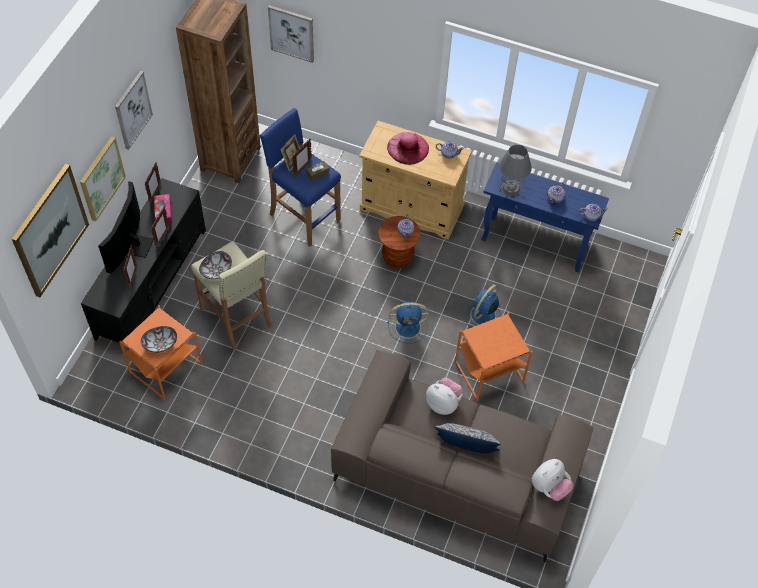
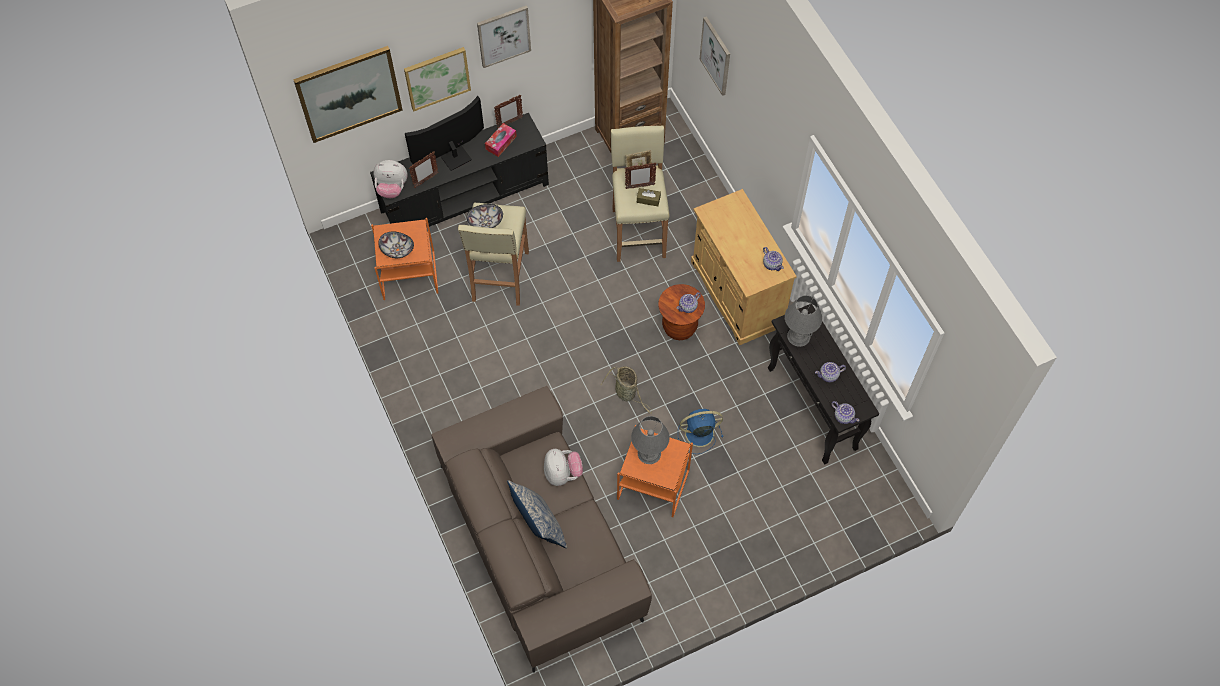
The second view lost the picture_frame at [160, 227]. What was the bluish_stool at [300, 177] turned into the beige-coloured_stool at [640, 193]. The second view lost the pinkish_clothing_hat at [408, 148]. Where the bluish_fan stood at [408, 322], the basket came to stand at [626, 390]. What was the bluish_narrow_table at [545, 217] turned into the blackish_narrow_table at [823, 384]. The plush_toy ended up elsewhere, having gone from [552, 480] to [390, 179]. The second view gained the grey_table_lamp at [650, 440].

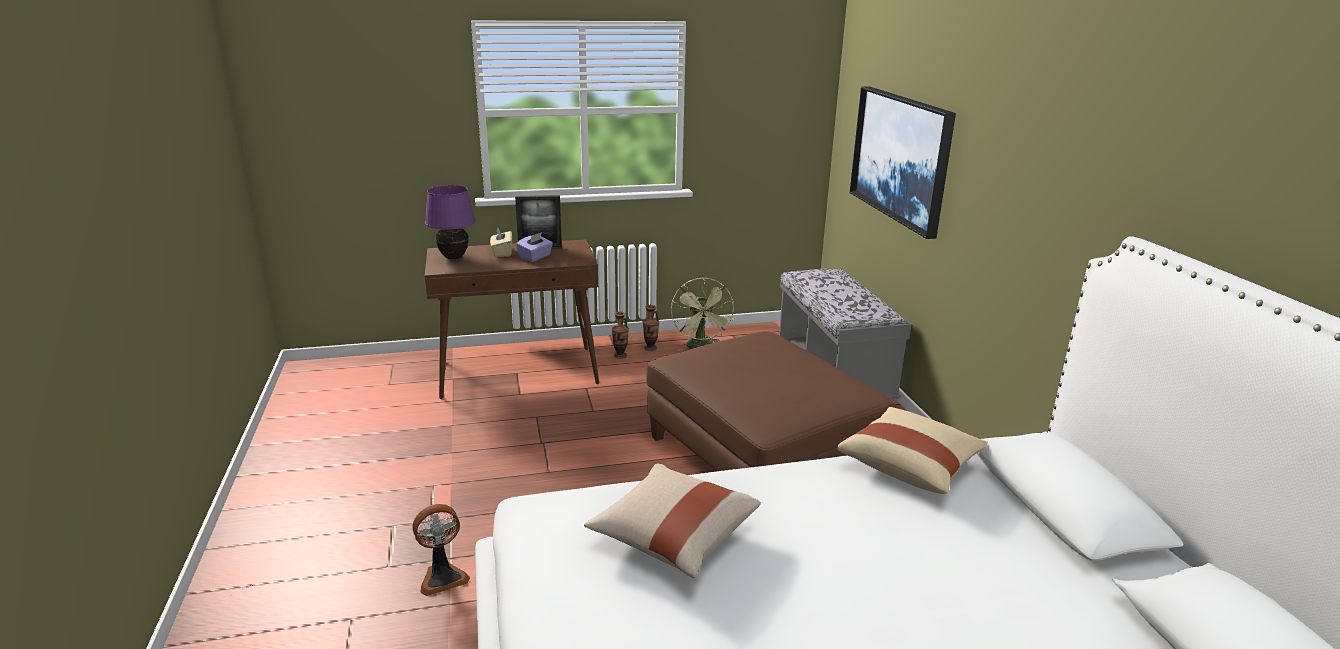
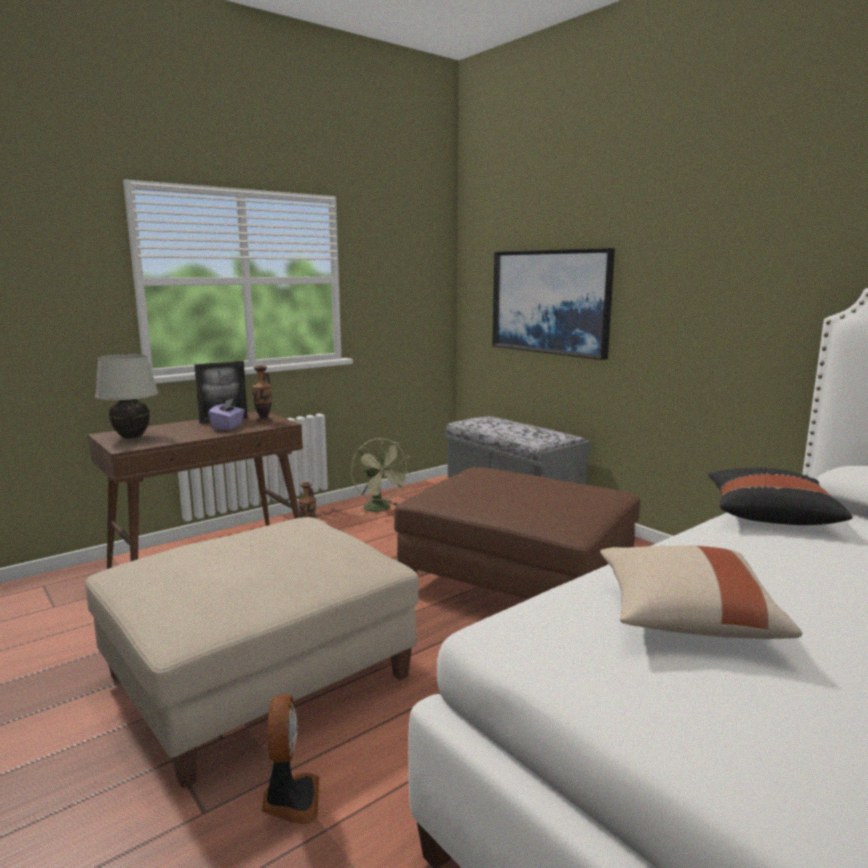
The fan at [441, 550] ended up facing another way, 45 degrees counterclockwise from before. What was the purplish_table_lamp at [450, 222] turned into the white-coloured_table_lamp at [126, 396]. The second view lost the beige-coloured_box_of_tissues at [501, 242]. The flower_vase ended up elsewhere, having gone from [651, 328] to [262, 394]. What was the beige-coloured_pillow at [912, 450] turned into the blackish_pillow at [780, 496]. The second view gained the beige-coloured_ottoman at [252, 653].

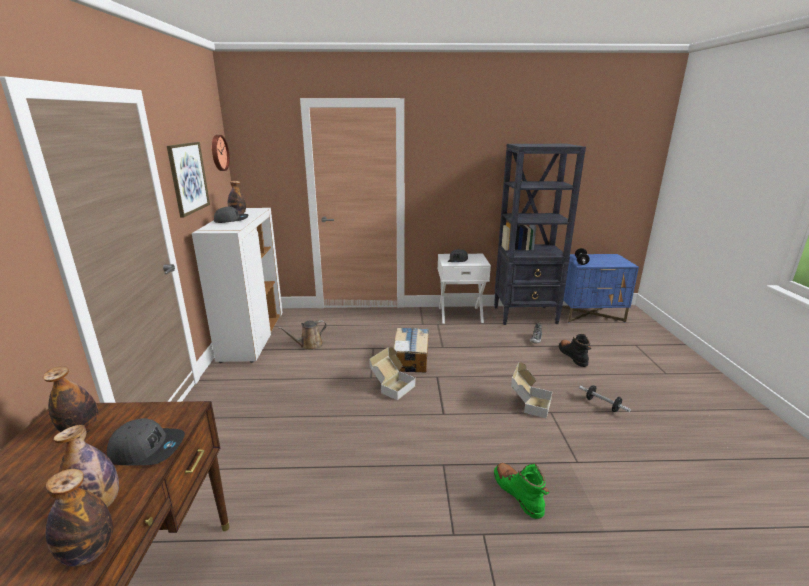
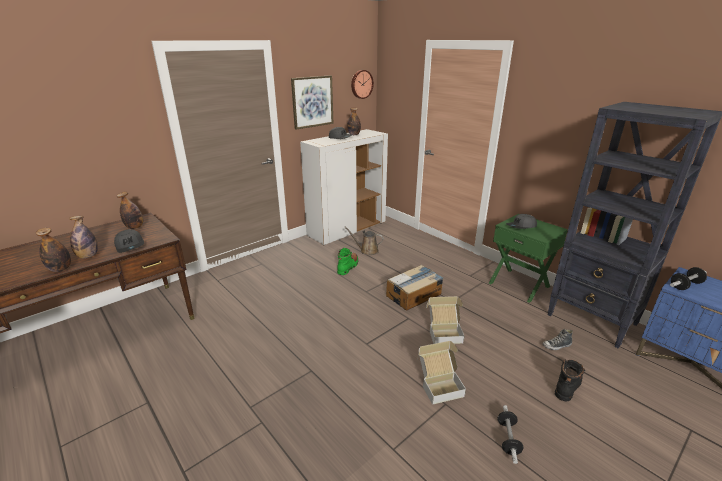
The packing_box ended up elsewhere, having gone from [392, 373] to [445, 320]. What was the white-coloured_bedside_table at [464, 288] turned into the green-coloured_bedside_table at [528, 258]. The green-coloured_tall_boot ended up elsewhere, having gone from [521, 491] to [347, 261].

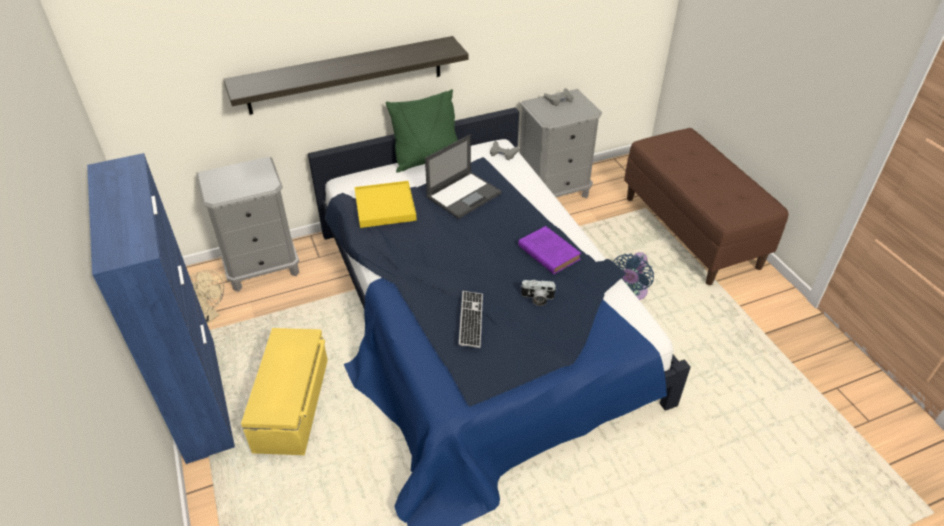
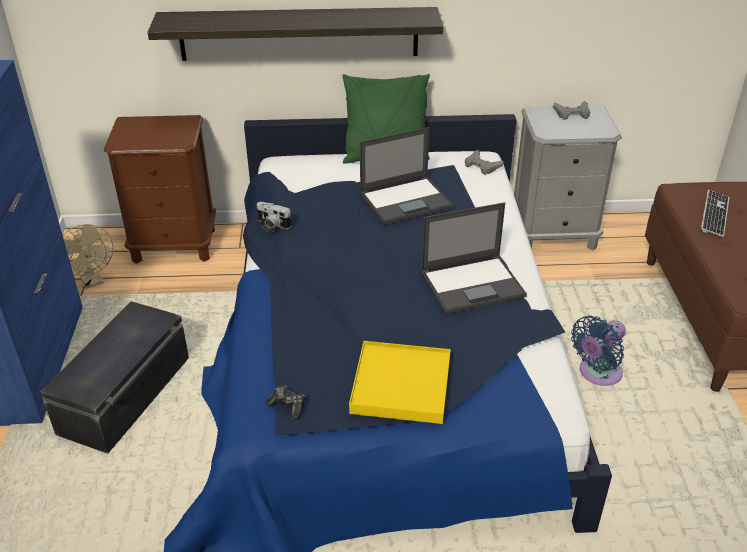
What was the grey_bedside_table at [247, 224] turned into the brown_bedside_table at [159, 189]. What was the yellow_storage_box at [284, 391] turned into the blackish_storage_box at [114, 377]. The yellow_serving_tray ended up elsewhere, having gone from [385, 204] to [400, 382]. The PC_keyboard ended up elsewhere, having gone from [471, 319] to [715, 213]. Where the purplish_volume stood at [549, 250], the laptop came to stand at [474, 258]. The still_camera ended up elsewhere, having gone from [539, 293] to [274, 217]. The second view gained the joypad at [285, 403].

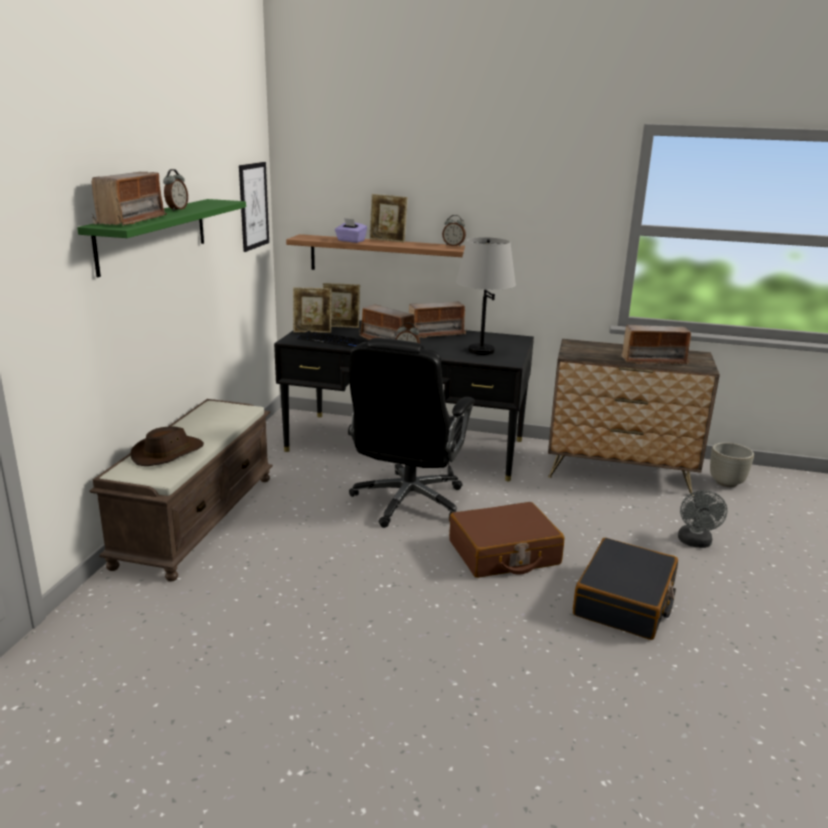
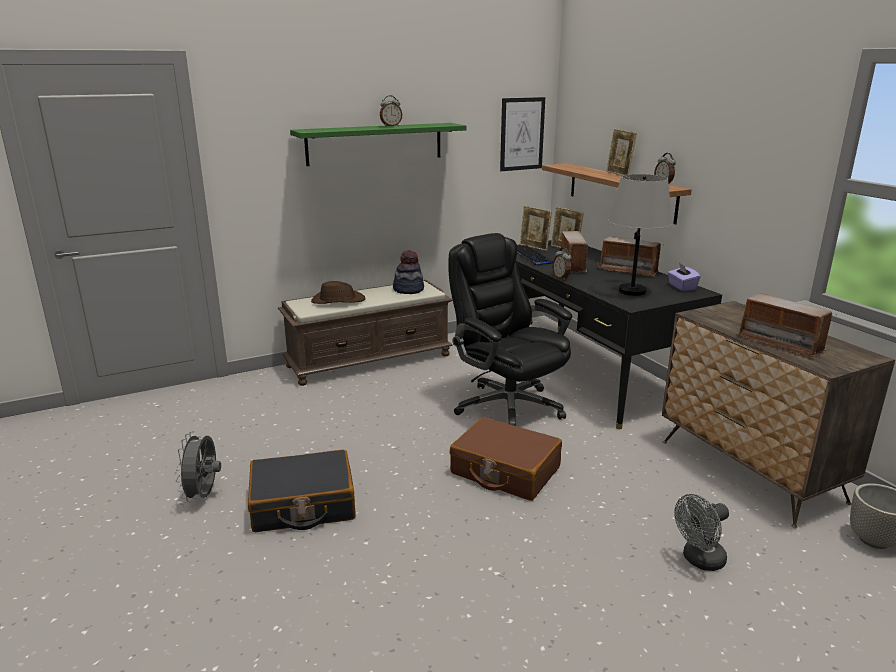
The second view lost the radio at [129, 199]. The purplish_box_of_tissues ended up elsewhere, having gone from [351, 230] to [684, 277]. The blackish_desk_chair at [411, 433] ended up facing another way, 75 degrees clockwise from before. The blackish_travel_case ended up elsewhere, having gone from [625, 589] to [302, 491]. The second view gained the grey_fan at [198, 466]. The second view gained the clothing_hat at [408, 272].

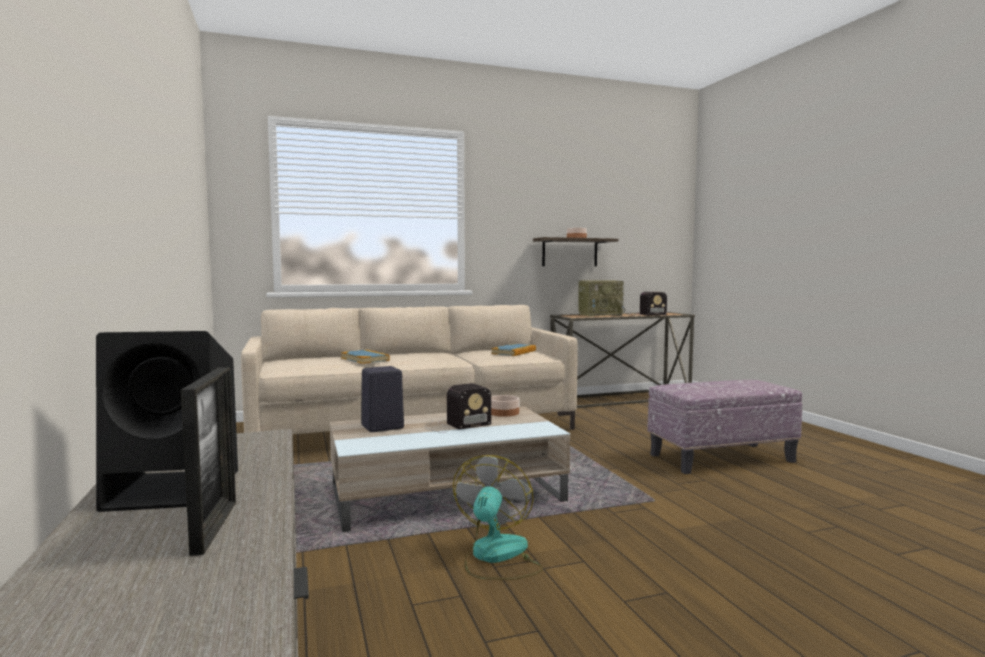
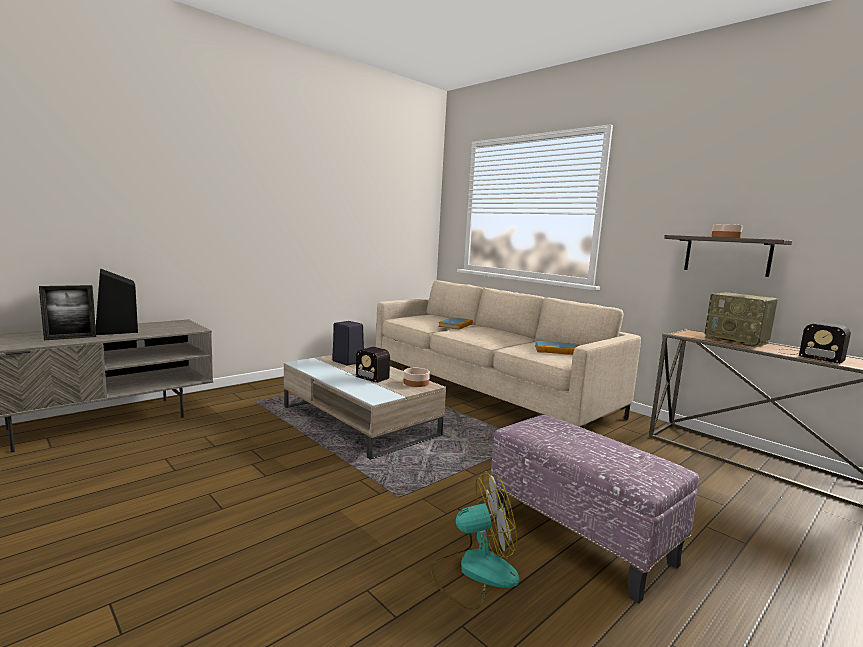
The fan ended up elsewhere, having gone from [498, 517] to [475, 540].

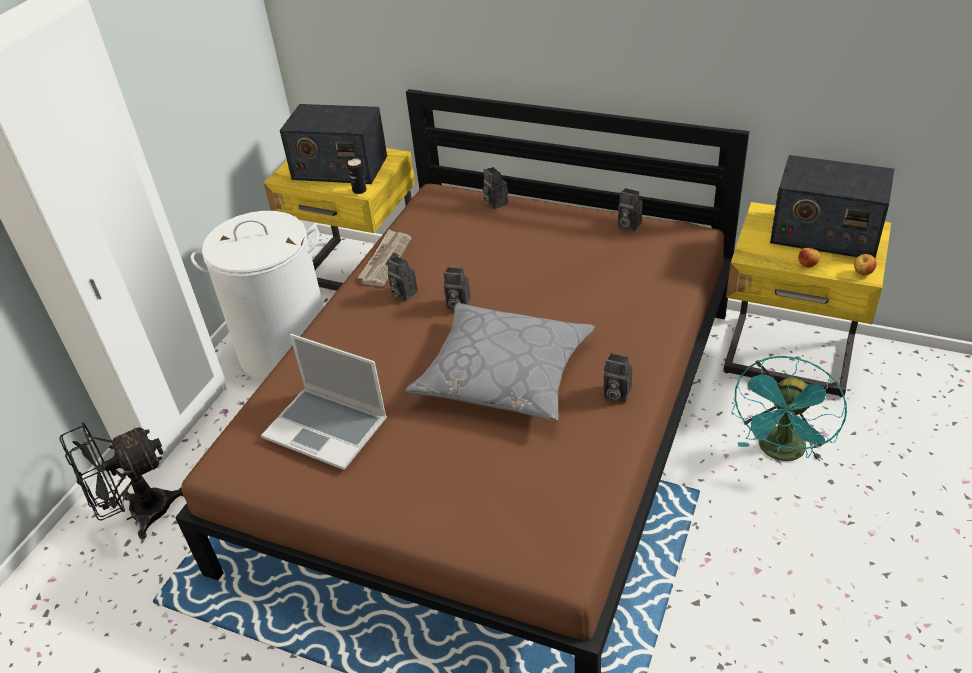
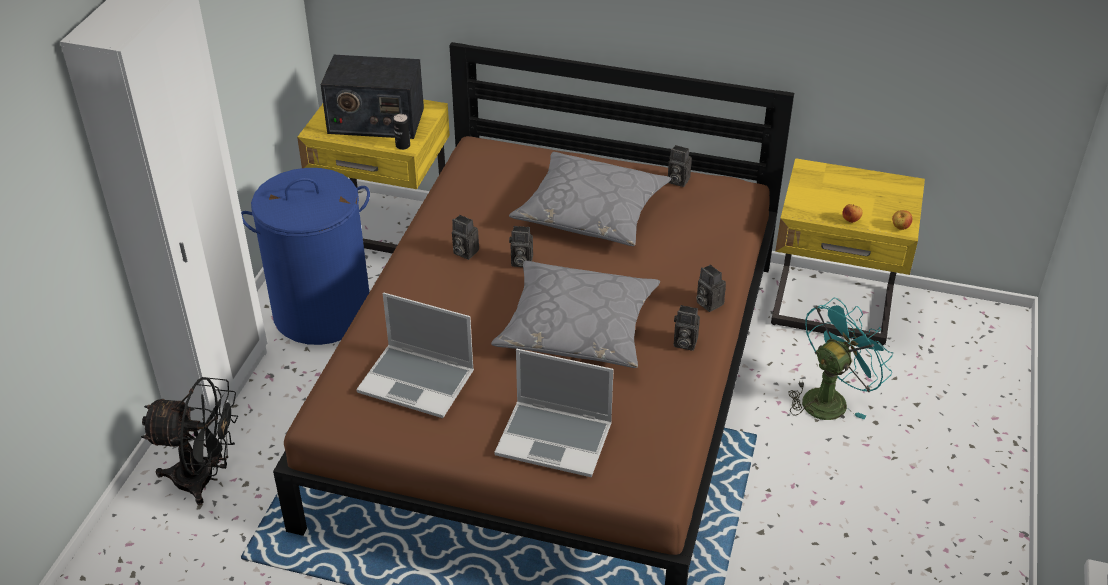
The blackish_fan at [121, 480] ended up facing another way, 135 degrees counterclockwise from before. What was the white-coloured_washing_basket at [257, 296] turned into the bluish_washing_basket at [305, 256]. The second view lost the daily_paper at [384, 258]. The still_camera ended up elsewhere, having gone from [495, 188] to [711, 288]. The turquoise_fan at [789, 408] ended up facing another way, 150 degrees counterclockwise from before. The second view lost the radio at [832, 206]. The second view gained the laptop at [554, 413]. The second view gained the grey_pillow at [590, 199].

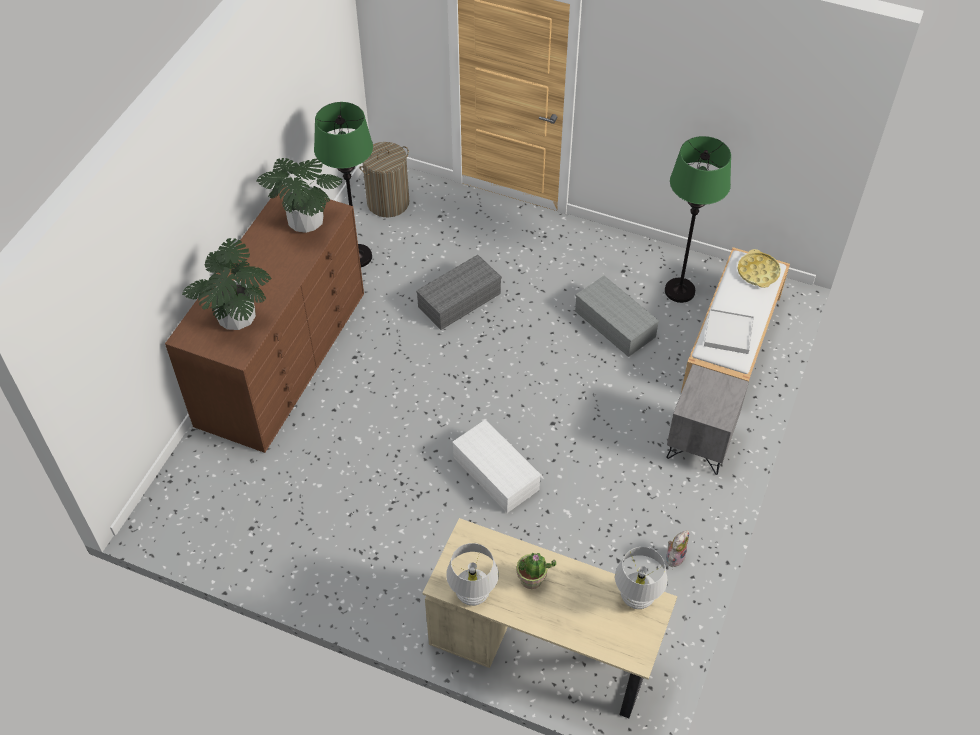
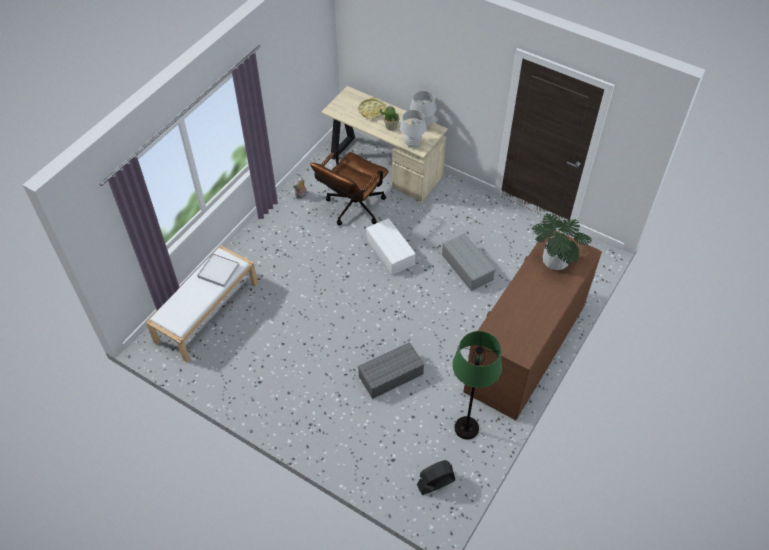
The second view lost the plant_in_a_pot at [299, 195]. Where the washing_basket stood at [384, 179], the blackish_fan came to stand at [436, 477]. The grey_storage_box ended up elsewhere, having gone from [617, 316] to [469, 262]. The white-coloured_table_lamp ended up elsewhere, having gone from [641, 578] to [413, 128]. The second view lost the green-coloured_floor_lamp at [698, 219]. The second view lost the grey_bedside_table at [707, 419]. The yellow_serving_tray ended up elsewhere, having gone from [759, 268] to [372, 108]. The second view gained the brown_desk_chair at [349, 187].

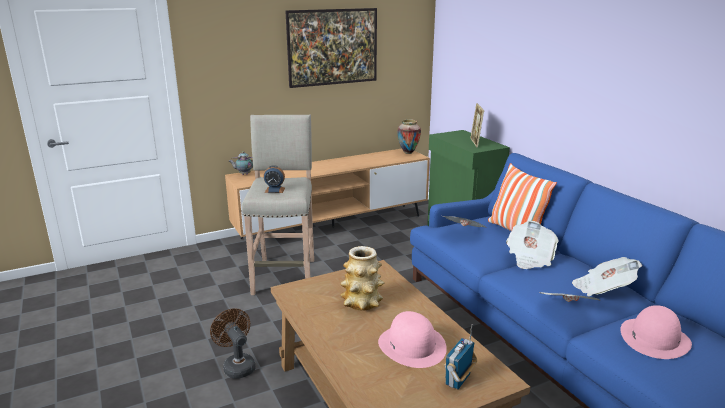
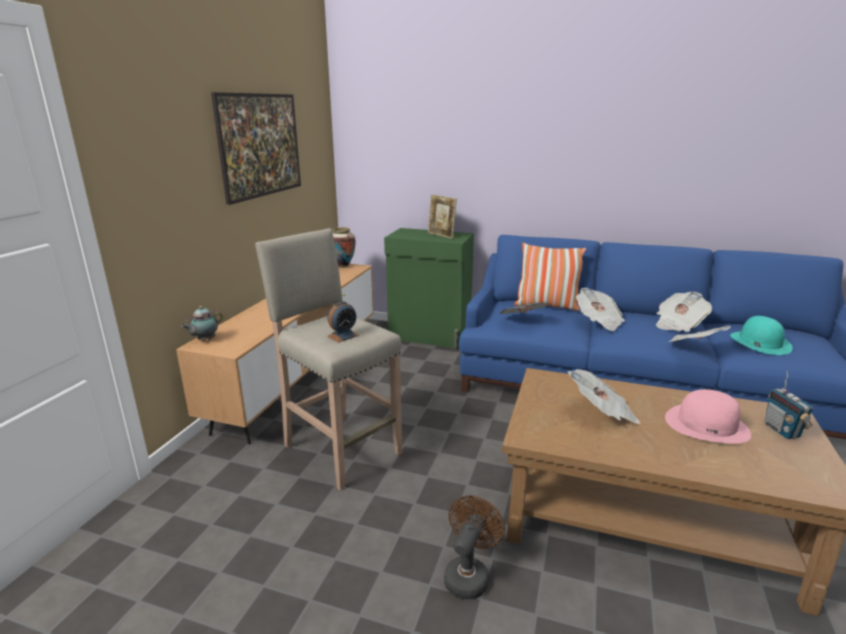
The brown_fan at [233, 343] ended up facing another way, 105 degrees clockwise from before. Where the flower_vase stood at [362, 278], the daily_paper came to stand at [604, 396]. What was the pinkish_clothing_hat at [656, 332] turned into the turquoise_clothing_hat at [761, 335].

